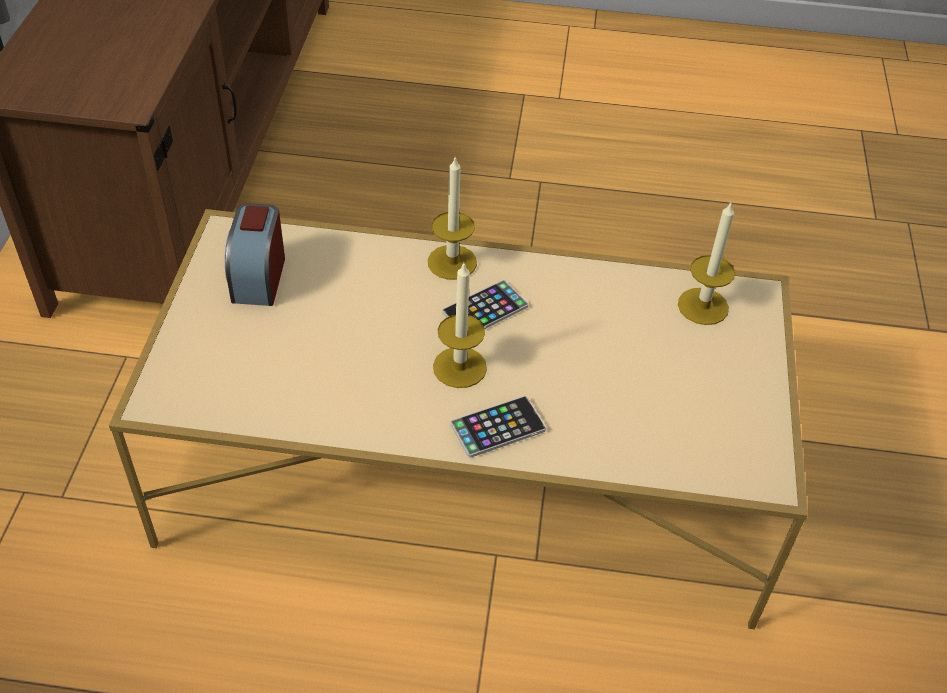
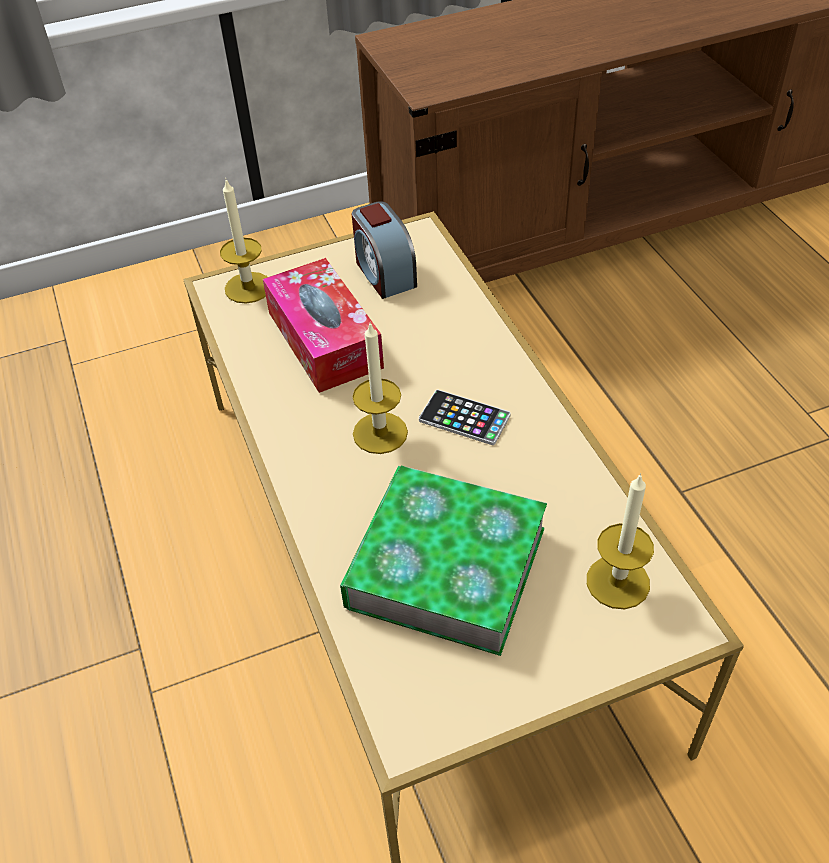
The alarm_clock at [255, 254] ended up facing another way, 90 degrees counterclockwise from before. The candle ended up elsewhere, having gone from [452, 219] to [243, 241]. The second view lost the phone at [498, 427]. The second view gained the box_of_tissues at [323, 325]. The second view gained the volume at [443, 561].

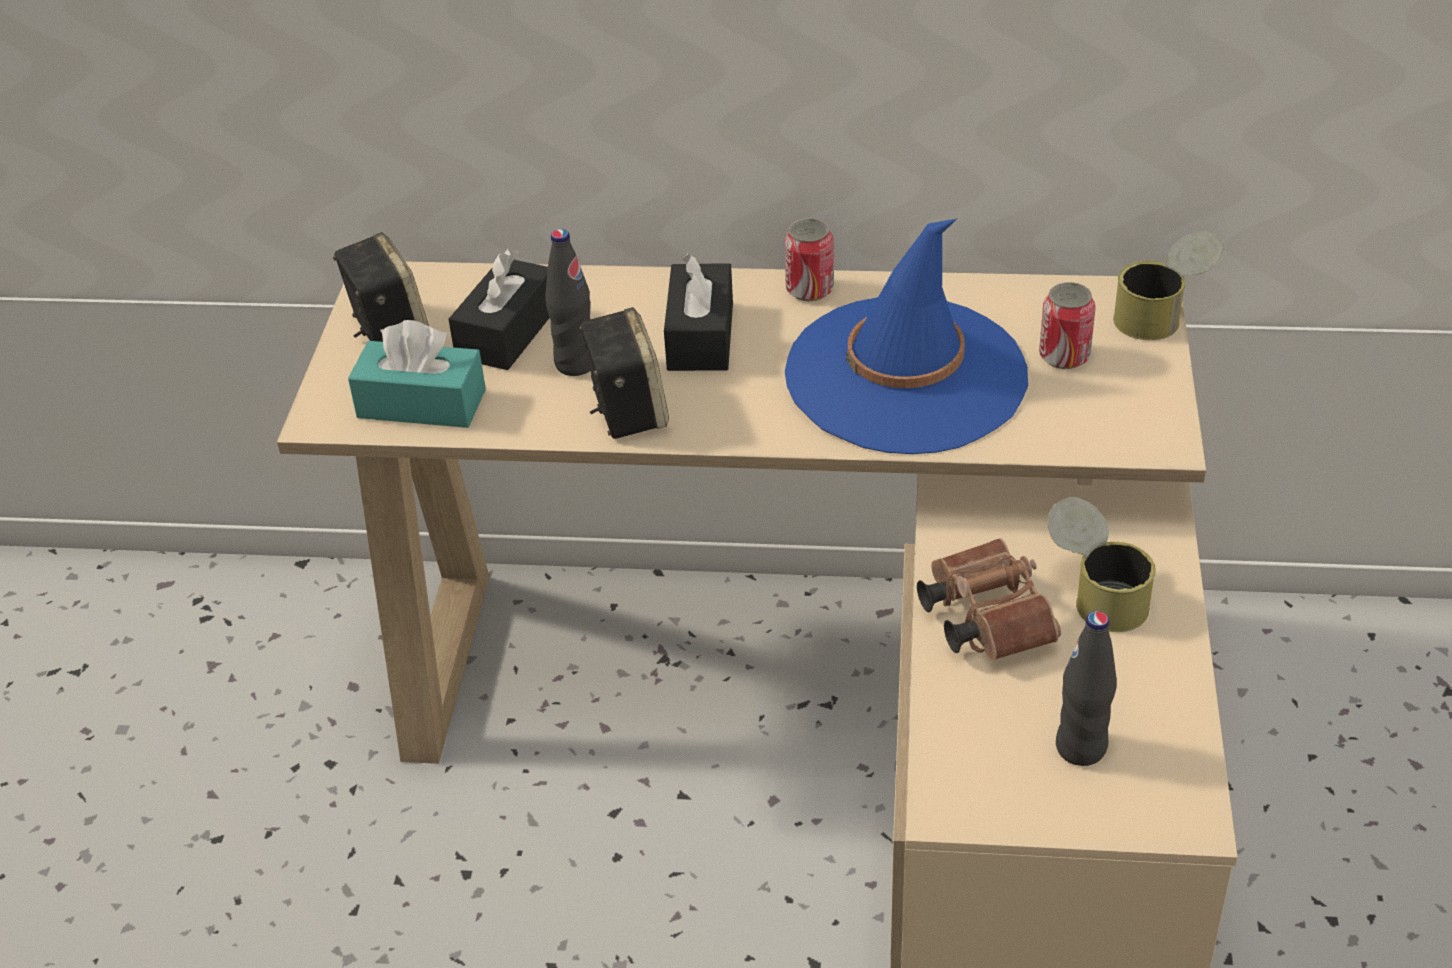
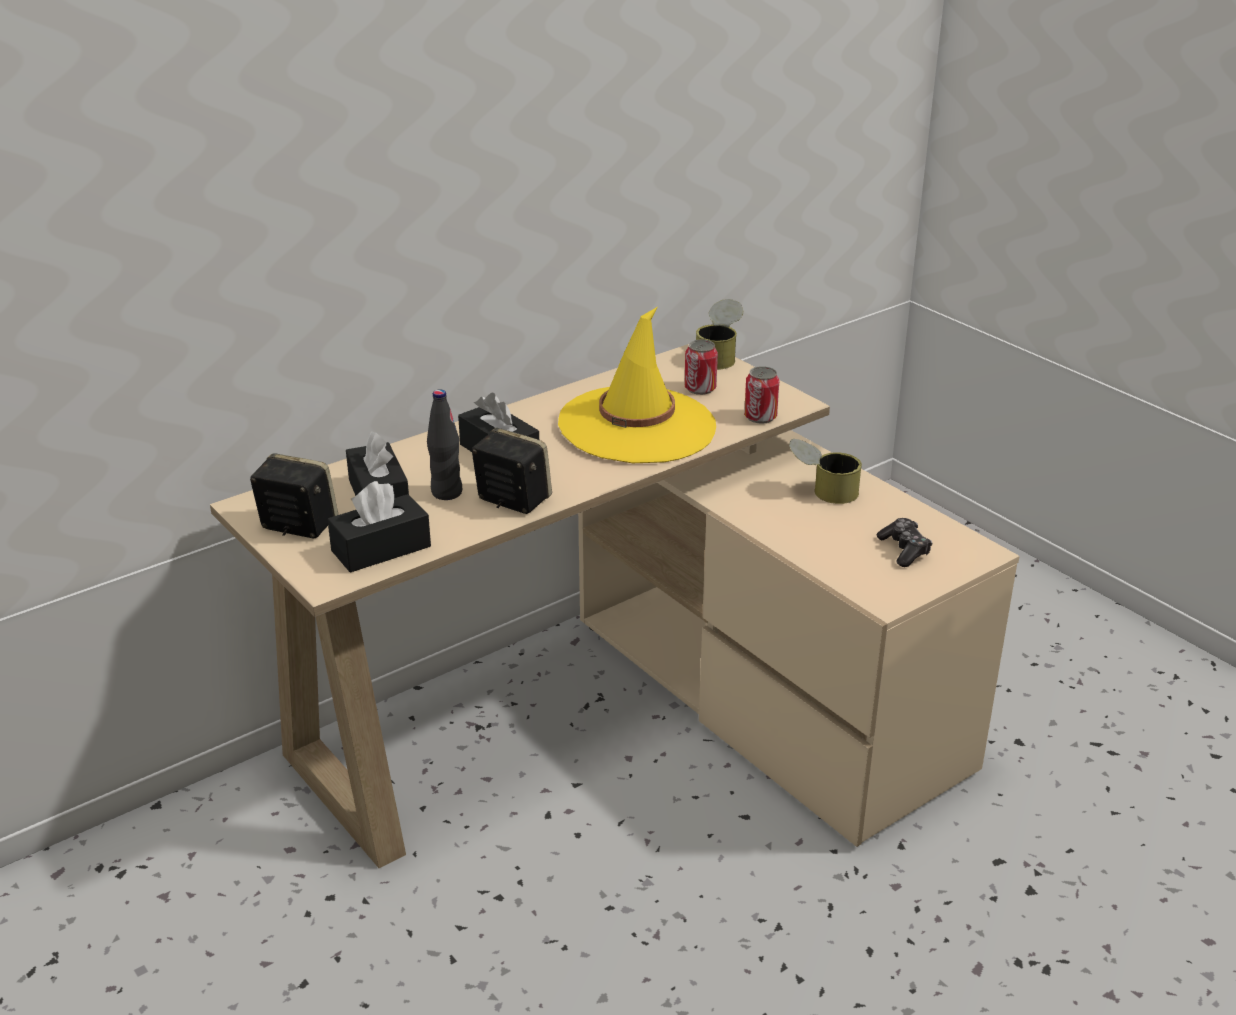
What was the turquoise_box_of_tissues at [417, 374] turned into the blackish_box_of_tissues at [379, 527]. The metal_can ended up elsewhere, having gone from [809, 259] to [761, 395]. What was the bluish_clothing_hat at [906, 336] turned into the yellow_clothing_hat at [637, 385]. The second view lost the brown_binoculars at [989, 599]. Where the blackish_beverage_bottle stood at [1086, 688], the joypad came to stand at [904, 542].

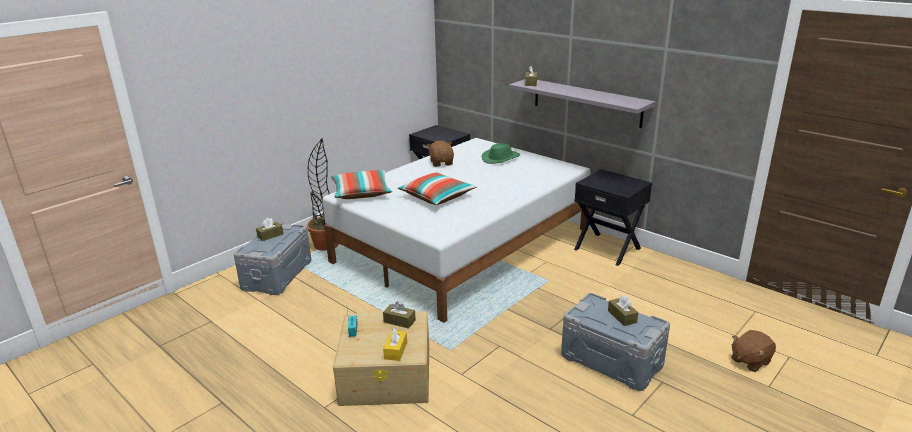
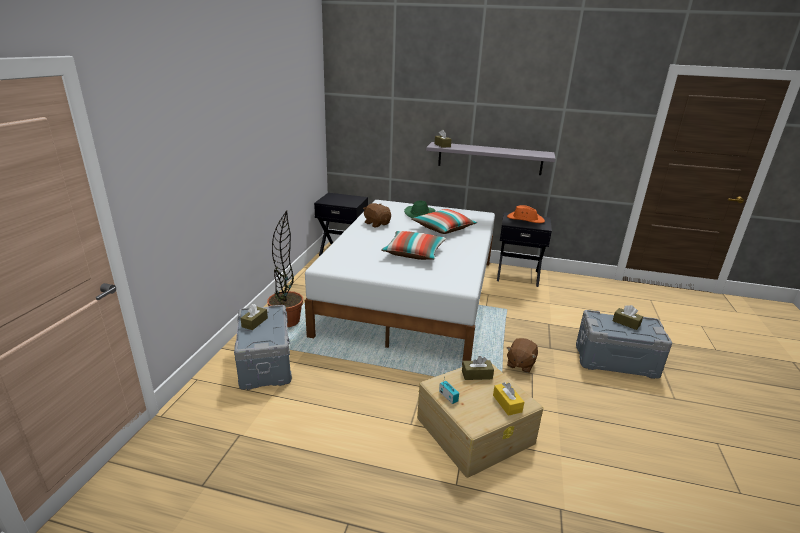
The pillow ended up elsewhere, having gone from [362, 184] to [444, 221]. The brown_plush_toy ended up elsewhere, having gone from [753, 351] to [522, 355]. The second view gained the orangey_clothing_hat at [526, 214].

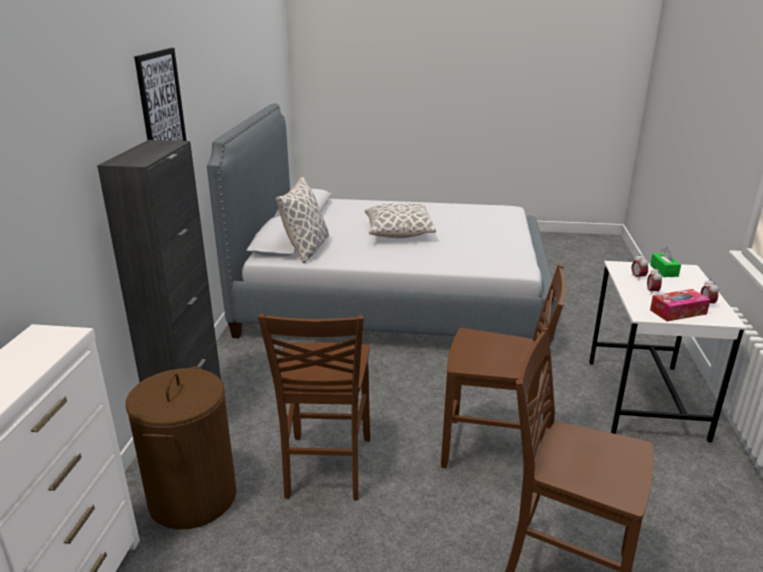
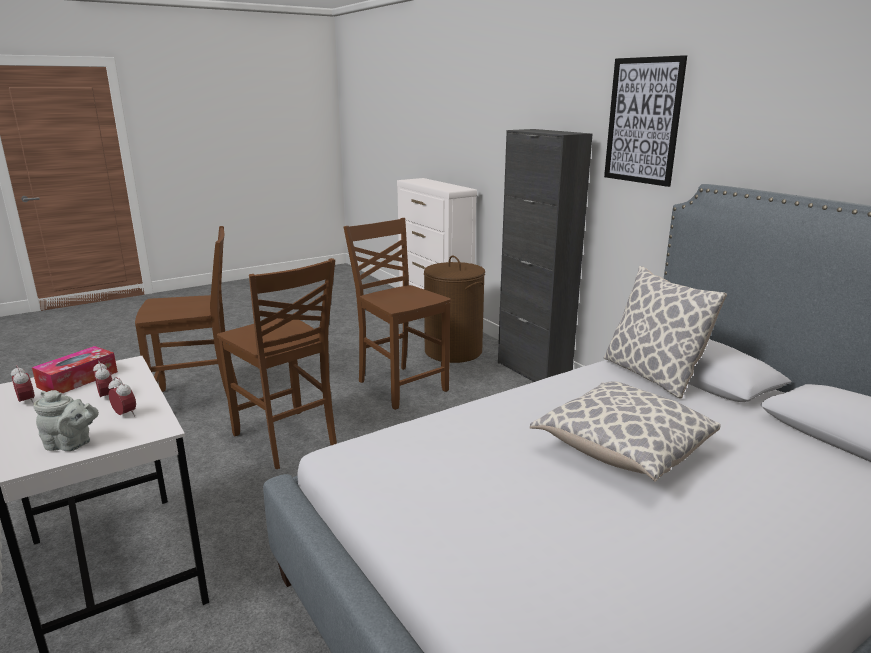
The brown_plain_chair at [503, 366] ended up facing another way, 105 degrees counterclockwise from before. Where the green-coloured_box_of_tissues stood at [665, 262], the grey_pot_for_tea came to stand at [66, 420].

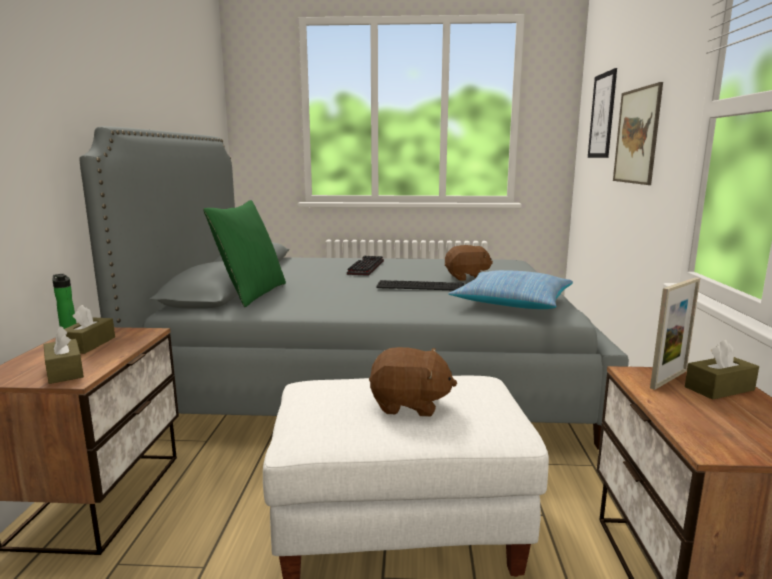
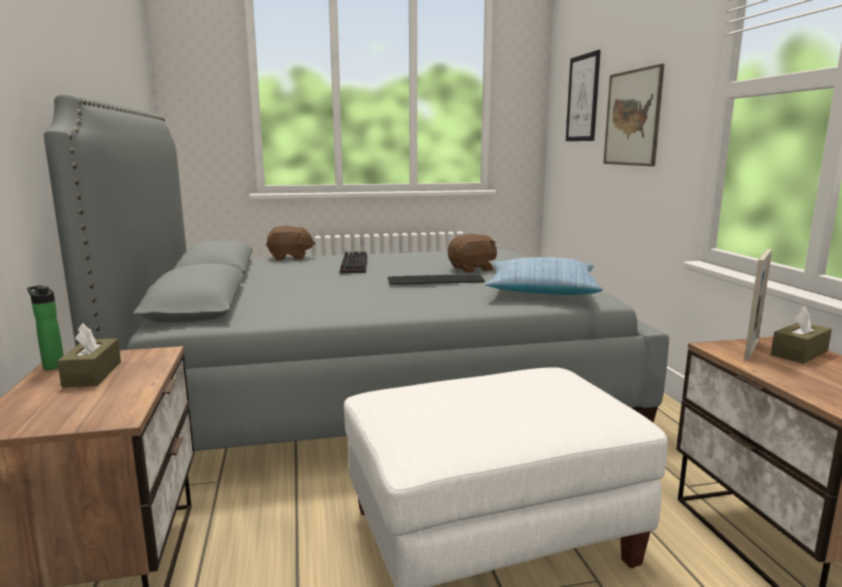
The second view lost the brown_box_of_tissues at [64, 355]. The second view lost the green-coloured_pillow at [244, 253]. The brown_plush_toy ended up elsewhere, having gone from [413, 382] to [290, 243].

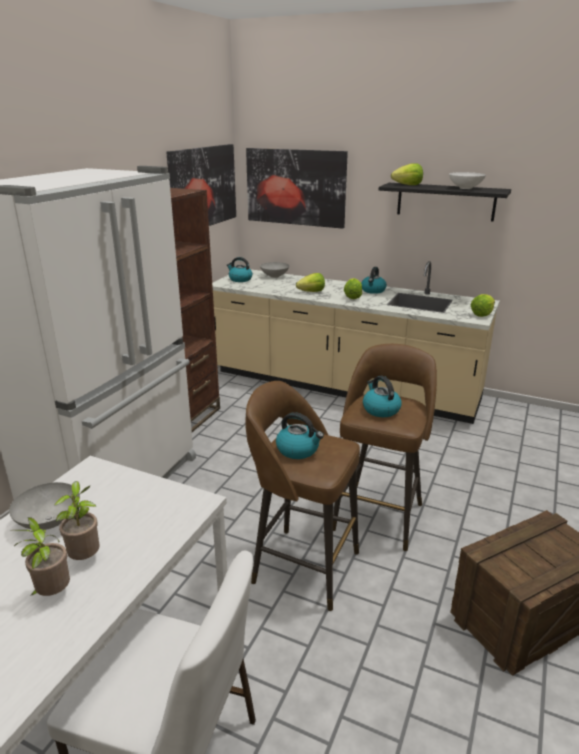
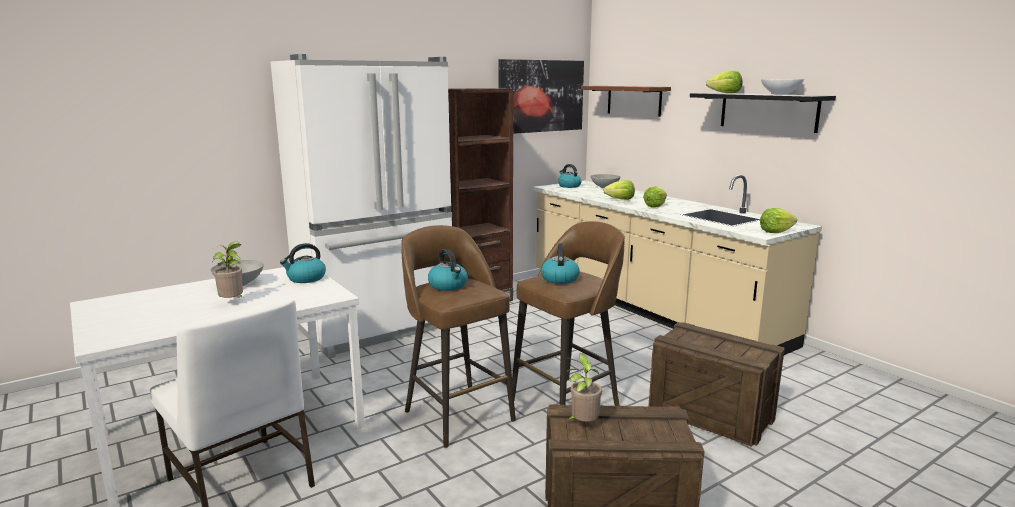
The plant_in_a_pot ended up elsewhere, having gone from [41, 556] to [584, 387]. Where the wall_picture hung at [297, 188], the brown_shelf came to hang at [626, 101]. The kettle ended up elsewhere, having gone from [374, 280] to [303, 263]. The second view gained the packing_crate at [716, 384].

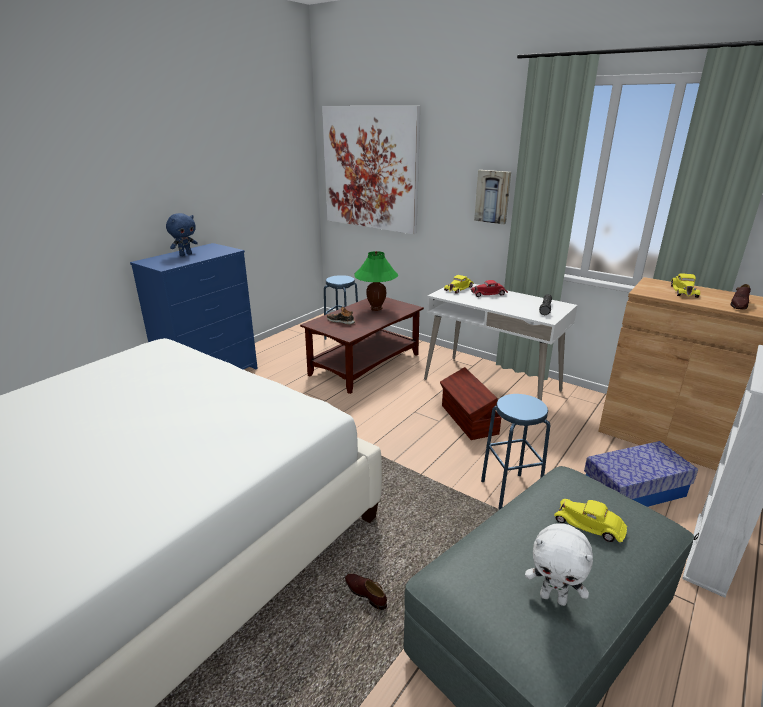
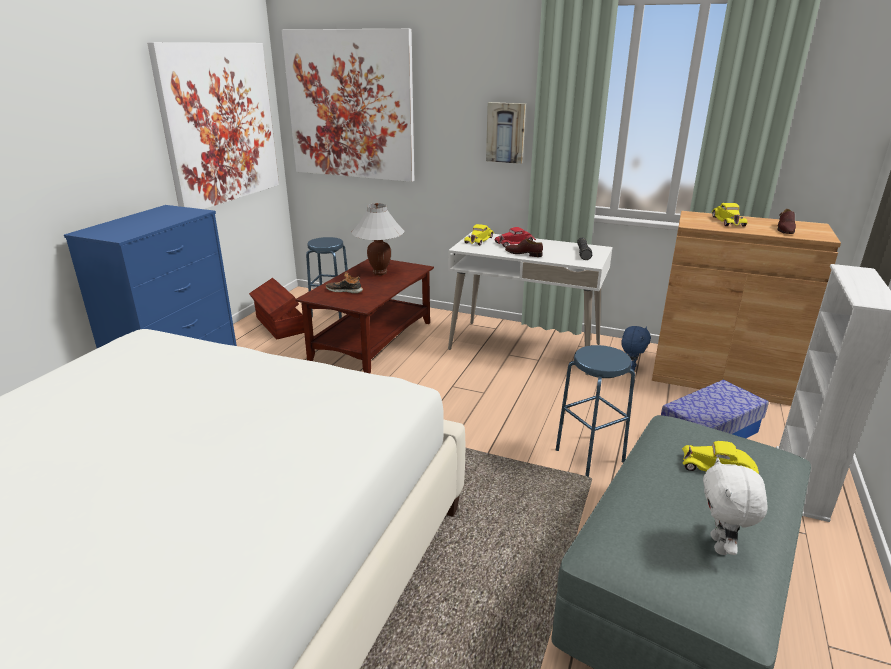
The bluish_plush_toy ended up elsewhere, having gone from [182, 234] to [636, 348]. The brown_low_shoe ended up elsewhere, having gone from [366, 592] to [524, 248]. What was the green-coloured_table_lamp at [376, 281] turned into the white-coloured_table_lamp at [378, 239]. The brown_storage_box ended up elsewhere, having gone from [470, 403] to [276, 308]. The white-coloured_plush_toy at [559, 564] ended up facing another way, 90 degrees clockwise from before. The second view gained the wall_picture at [213, 125].

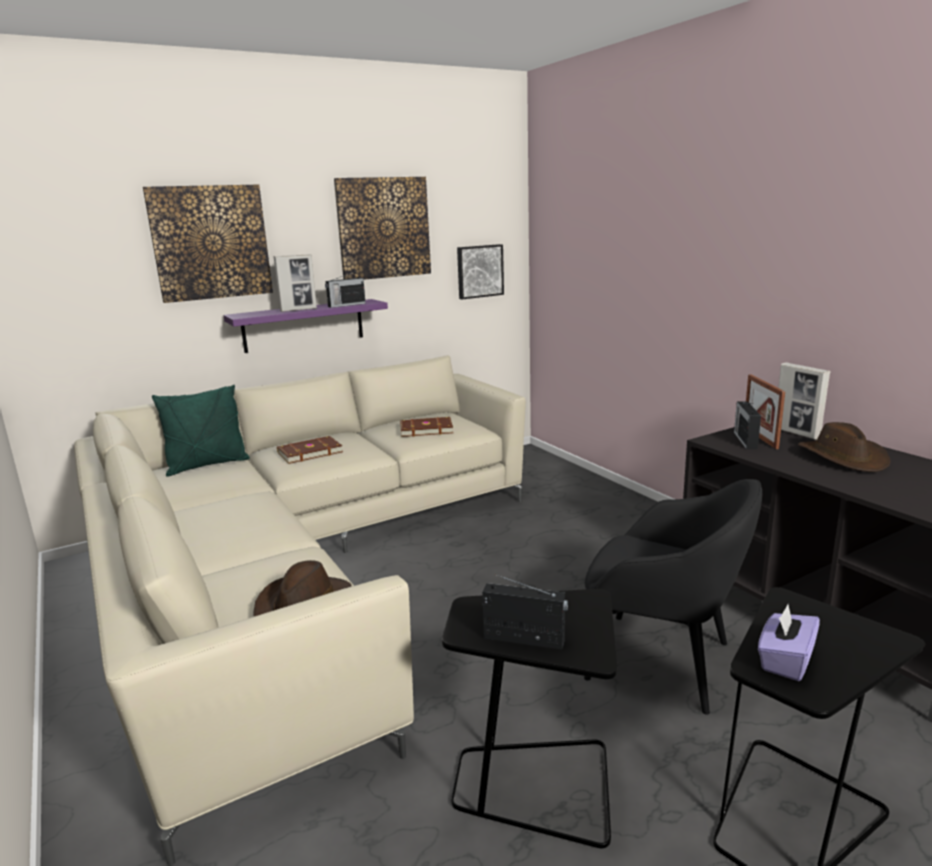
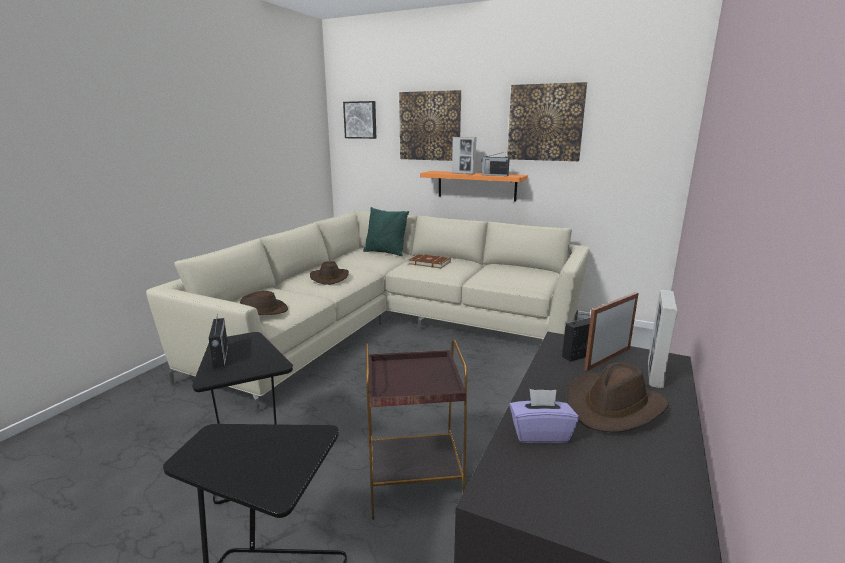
What was the purplish_shelf at [305, 326] turned into the orangey_shelf at [474, 186]. The second view lost the brown_volume at [426, 427]. The wall_picture ended up elsewhere, having gone from [480, 271] to [359, 120]. Where the blackish_armchair stood at [673, 597], the brown_end_table came to stand at [416, 429]. The purplish_box_of_tissues ended up elsewhere, having gone from [789, 642] to [544, 416]. The second view gained the brown_clothing_hat at [329, 273].

